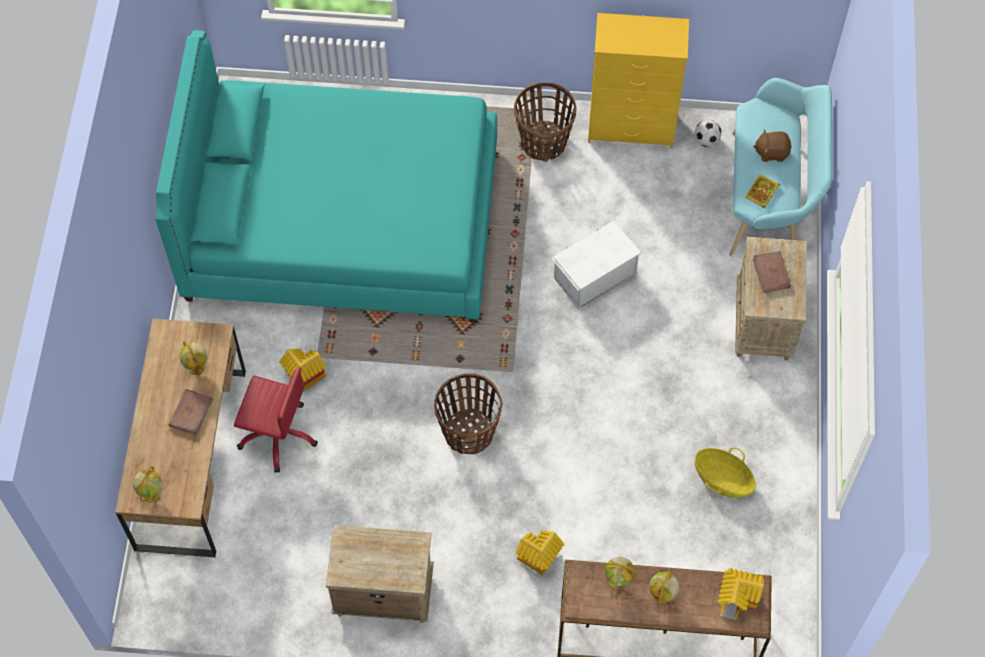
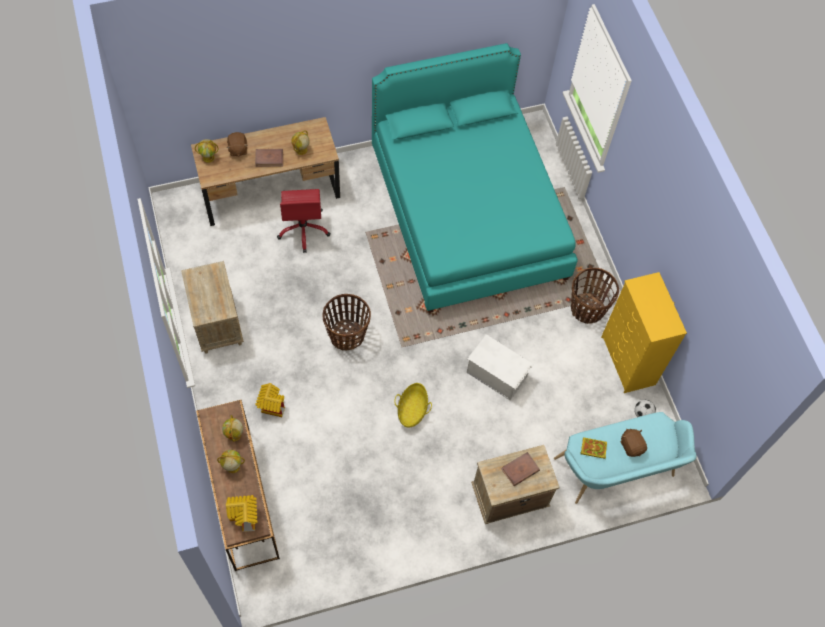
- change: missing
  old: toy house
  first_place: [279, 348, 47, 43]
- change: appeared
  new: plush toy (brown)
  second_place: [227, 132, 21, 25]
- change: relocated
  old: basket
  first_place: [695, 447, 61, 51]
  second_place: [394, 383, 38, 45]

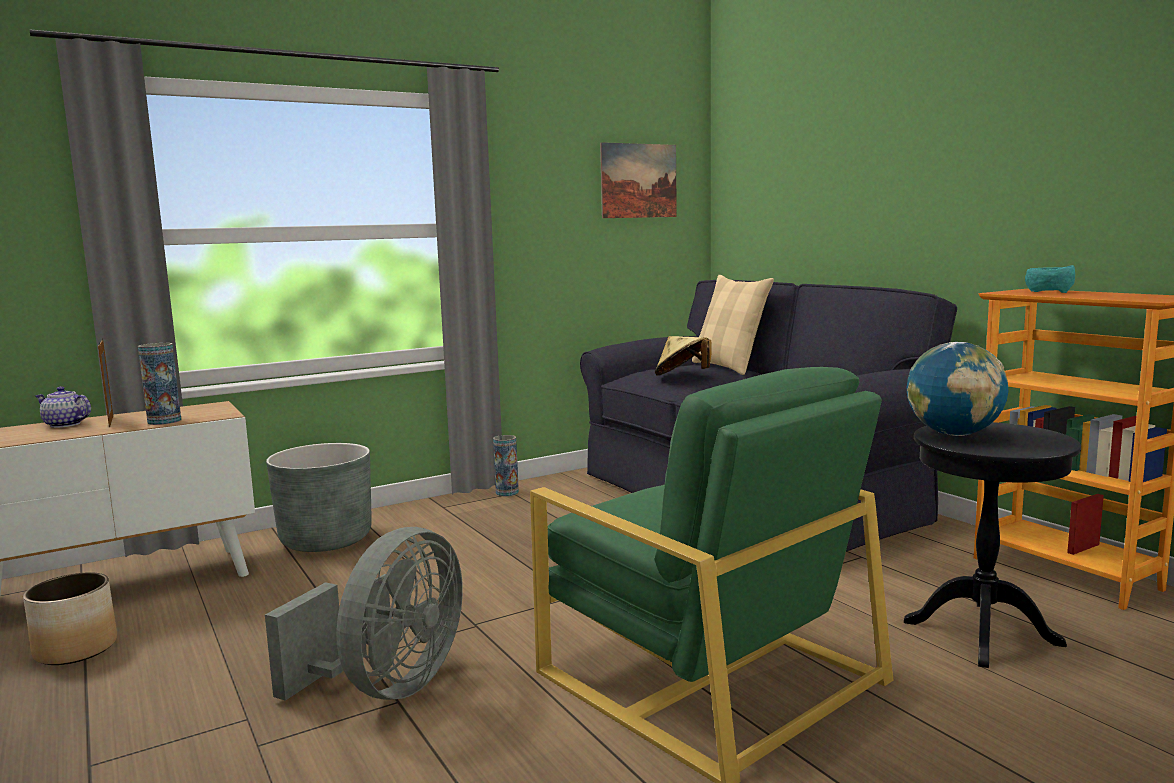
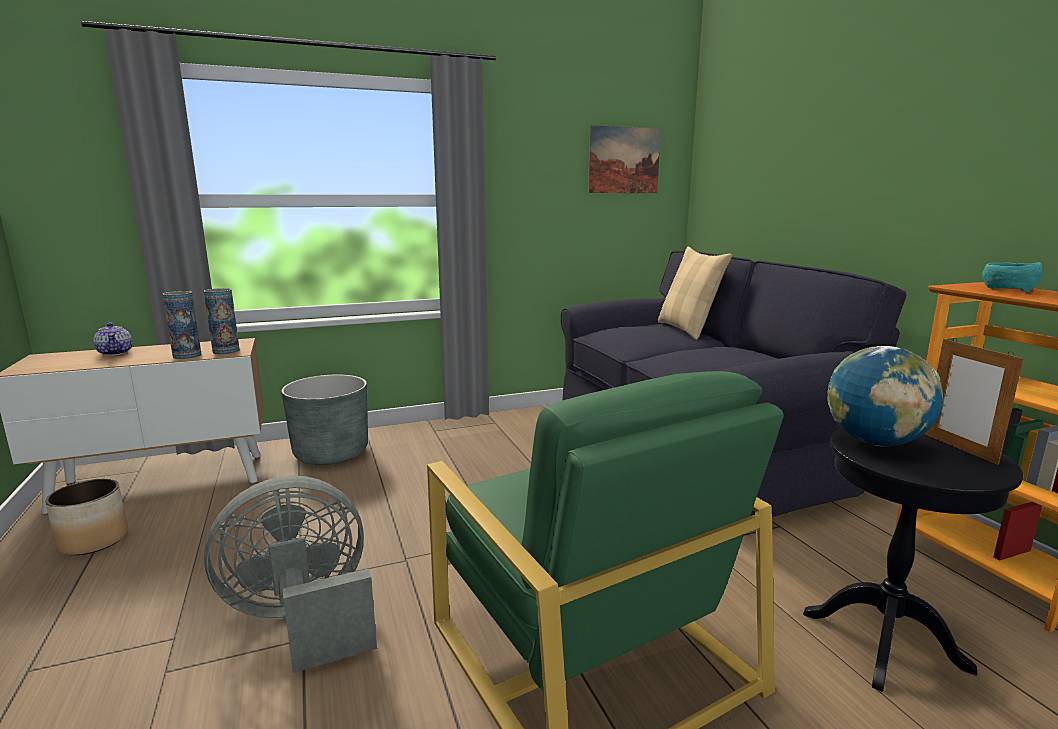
- change: missing
  old: hat (beige)
  first_place: [655, 336, 57, 39]
- change: relocated
  old: picture frame
  first_place: [98, 338, 15, 89]
  second_place: [925, 339, 99, 126]
- change: relocated
  old: vase
  first_place: [493, 435, 26, 61]
  second_place: [204, 288, 36, 66]
- change: spun
  old: teapot
  first_place: [35, 387, 56, 41]
  second_place: [93, 323, 40, 33]
  degrees: -150
- change: spun
  old: fan (grey)
  first_place: [265, 527, 198, 174]
  second_place: [204, 476, 173, 197]
  degrees: -150

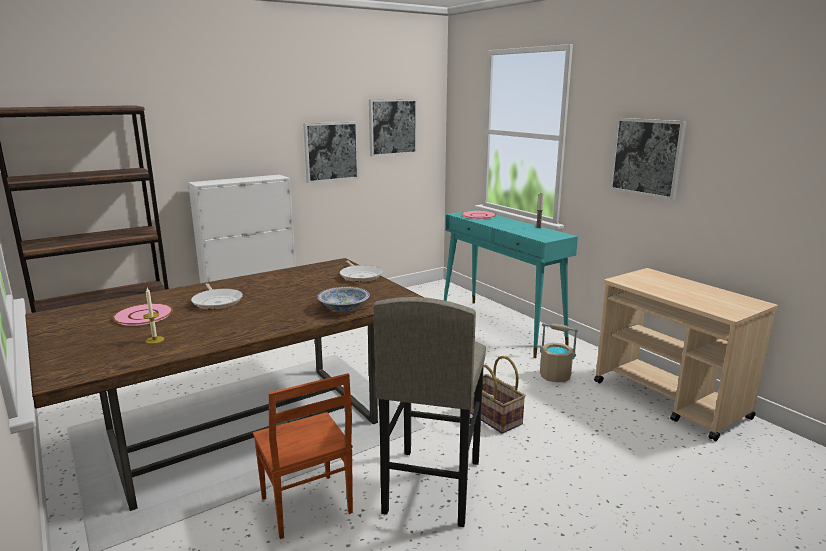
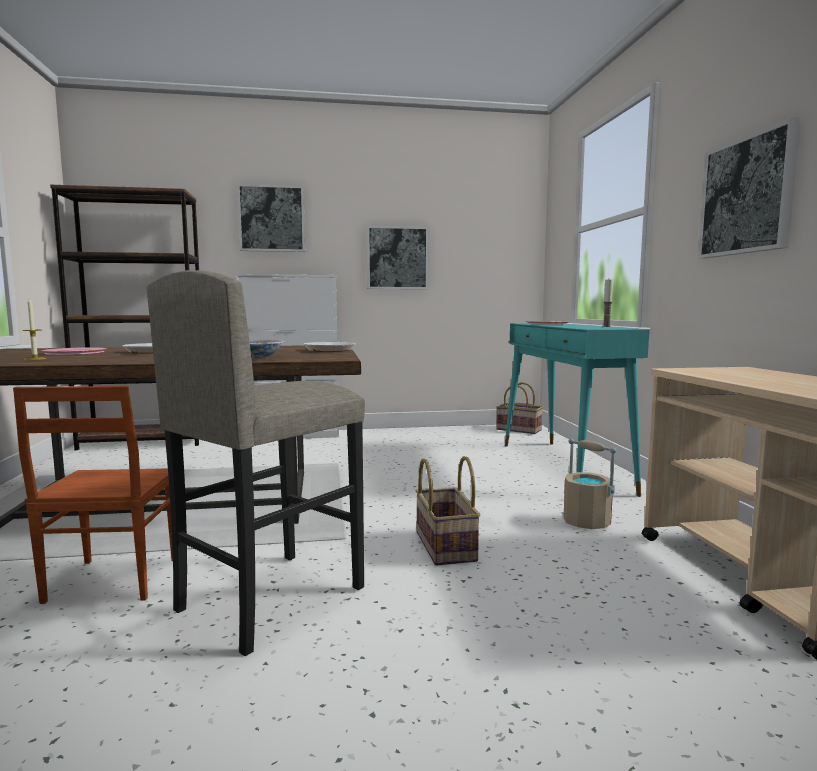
- change: appeared
  new: basket
  second_place: [496, 382, 47, 52]
- change: relocated
  old: picture
  first_place: [369, 99, 48, 57]
  second_place: [237, 184, 68, 68]

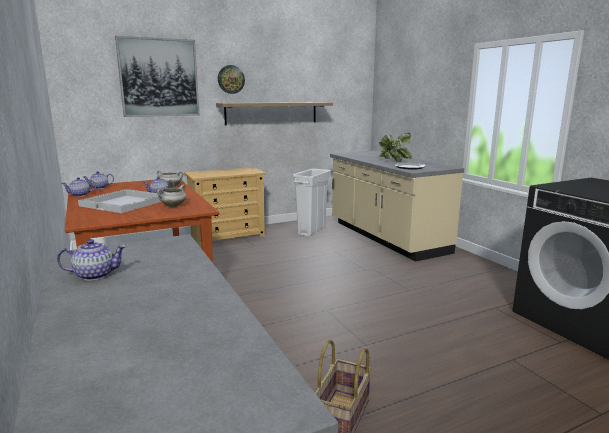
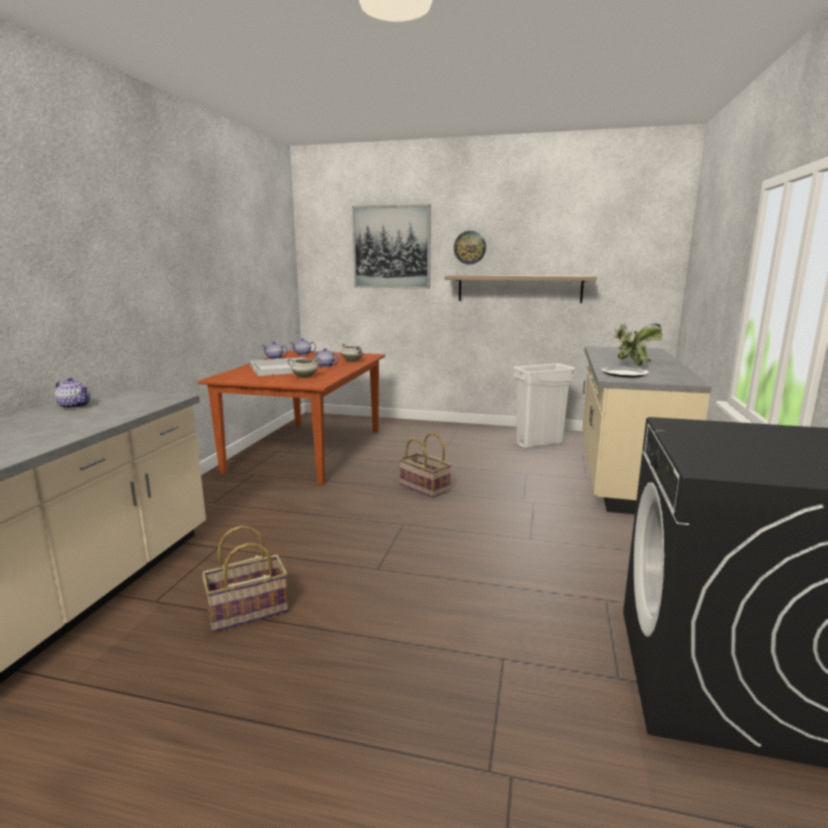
- change: missing
  old: dresser (beige)
  first_place: [184, 167, 82, 79]
- change: appeared
  new: basket
  second_place: [399, 433, 52, 65]

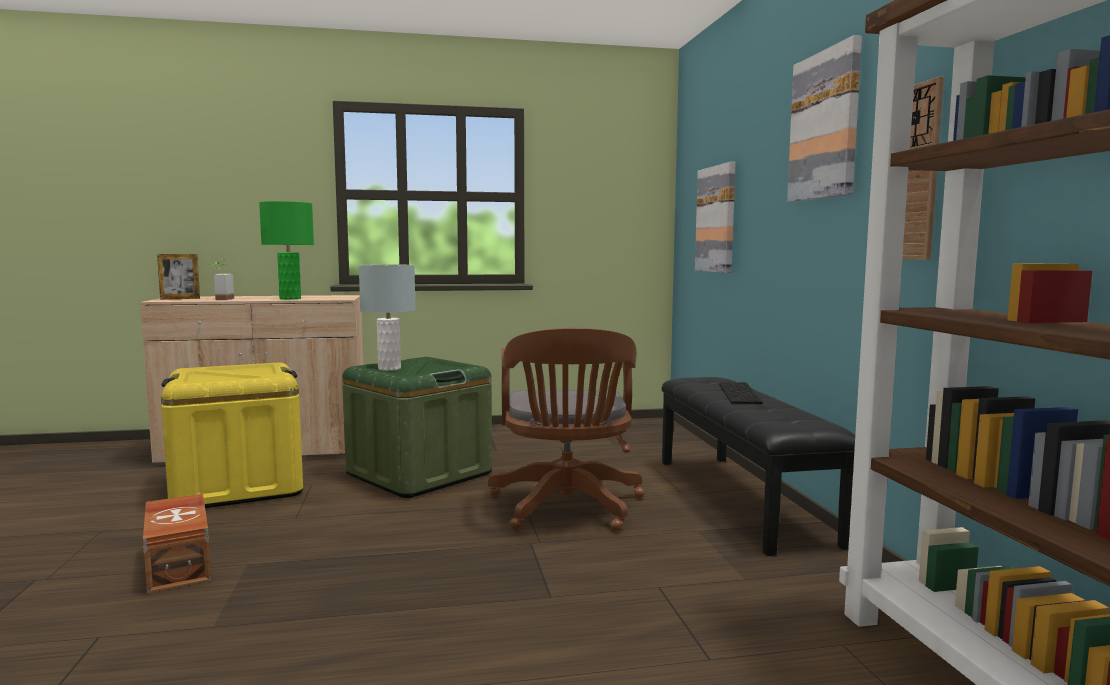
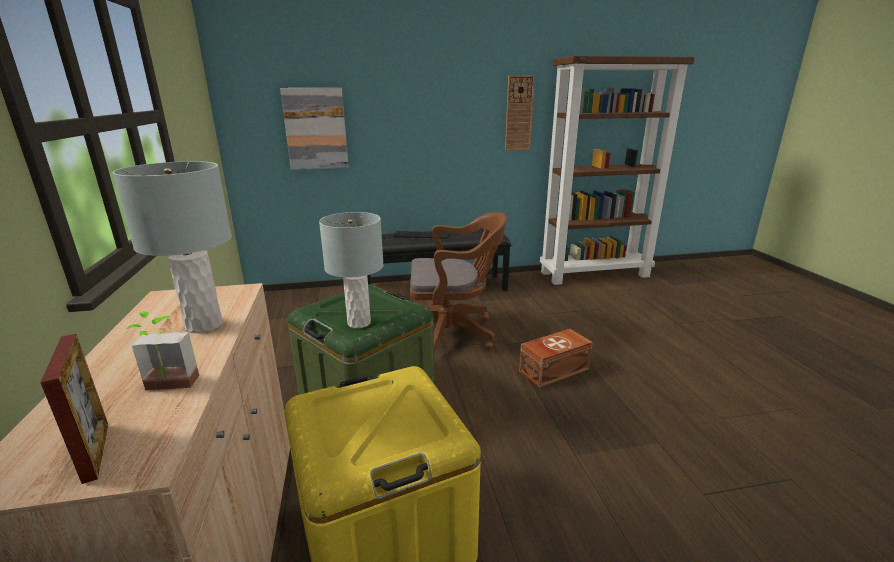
- change: missing
  old: picture
  first_place: [787, 35, 75, 167]
- change: relocated
  old: storage box (brown)
  first_place: [143, 494, 68, 100]
  second_place: [519, 329, 74, 59]
- change: colour
  old: table lamp (green)
  new: table lamp (grey)
  first_place: [259, 201, 55, 98]
  second_place: [113, 161, 119, 172]

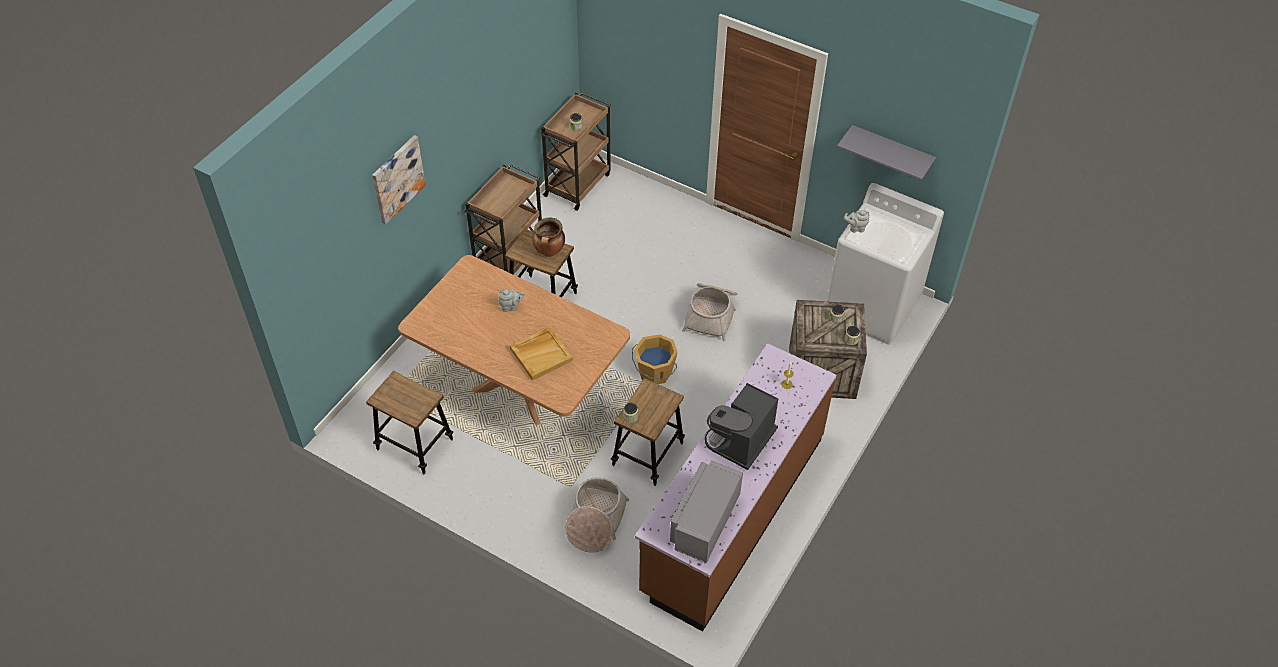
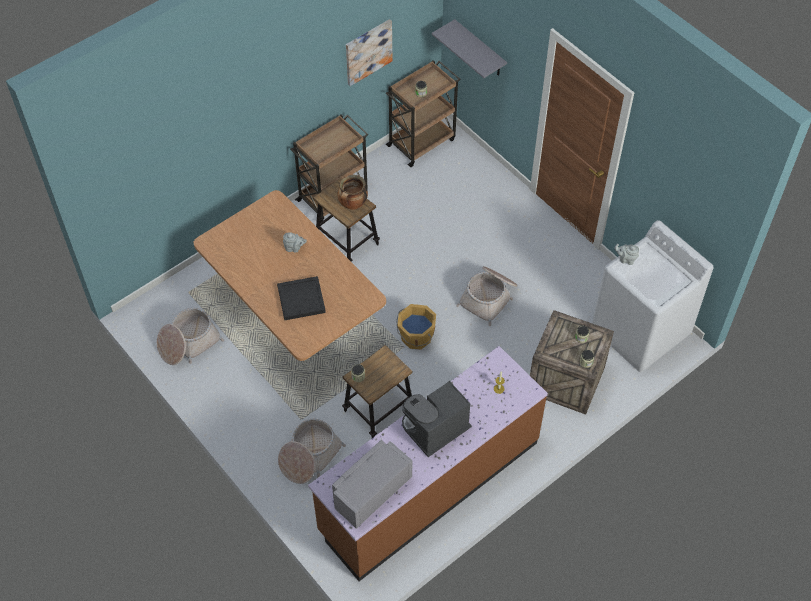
- change: relocated
  old: picture
  first_place: [372, 135, 54, 89]
  second_place: [346, 19, 47, 67]
- change: relocated
  old: shelf (grey)
  first_place: [837, 125, 99, 55]
  second_place: [432, 19, 75, 59]
- change: exchanged
  old: stool
  new: basket
  first_place: [366, 371, 87, 104]
  second_place: [157, 308, 67, 57]
- change: colour
  old: tray (beige)
  new: tray (black)
  first_place: [510, 327, 63, 53]
  second_place: [277, 276, 49, 45]

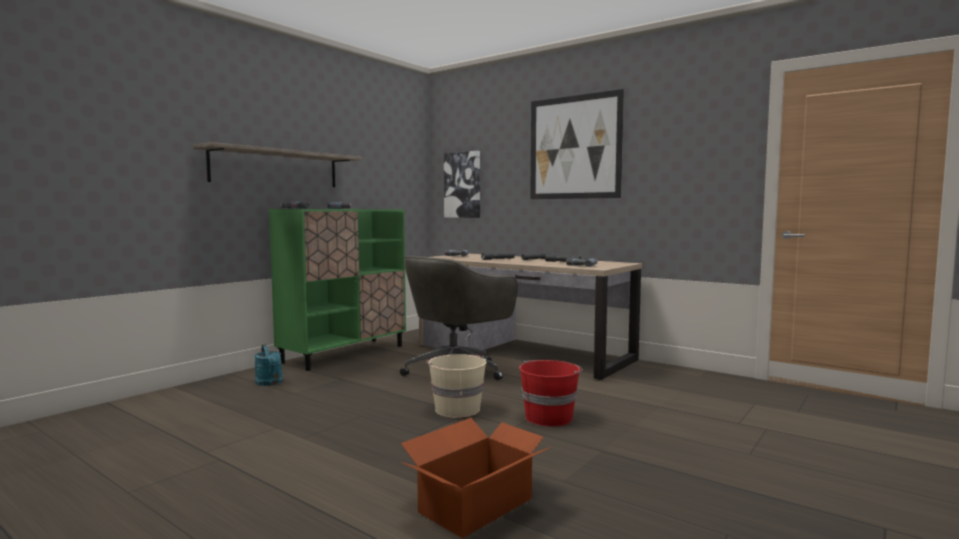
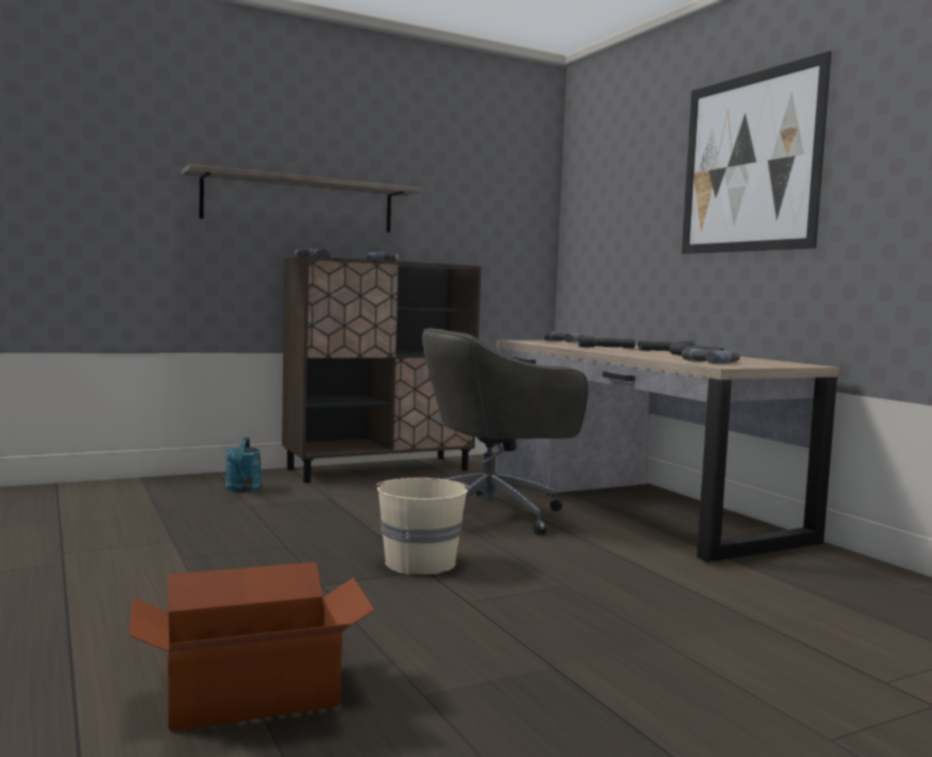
- change: missing
  old: picture
  first_place: [444, 151, 36, 67]
- change: missing
  old: bucket (red)
  first_place: [519, 360, 64, 67]
- change: colour
  old: cabinet (green)
  new: cabinet (brown)
  first_place: [269, 209, 137, 162]
  second_place: [282, 256, 199, 227]

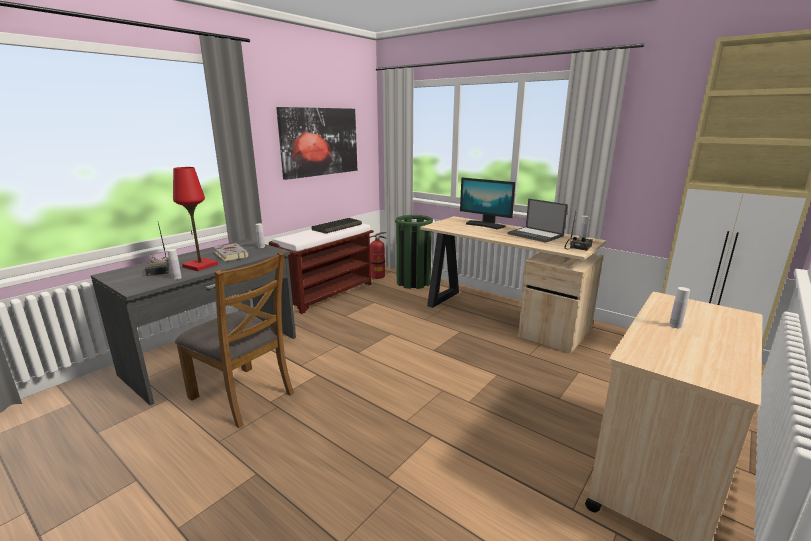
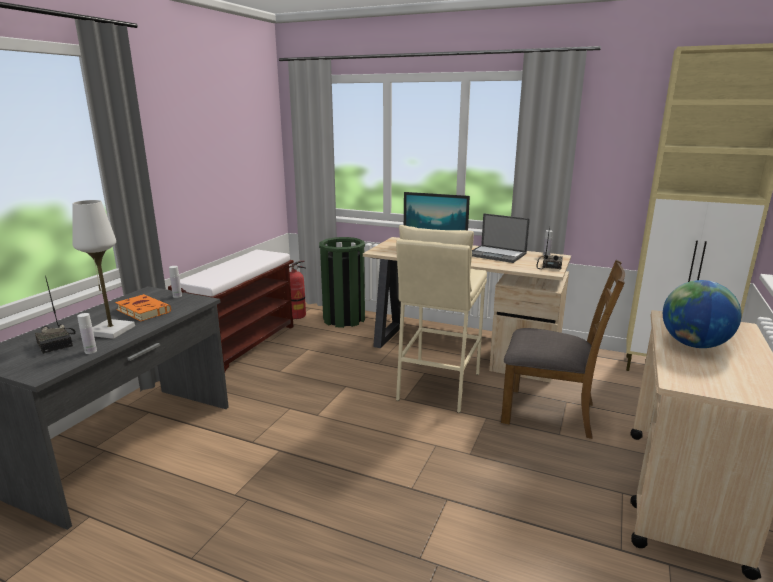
- change: missing
  old: picture
  first_place: [276, 107, 81, 73]
- change: missing
  old: keyboard
  first_place: [312, 218, 50, 15]
- change: appeared
  new: stool (beige)
  second_place: [396, 225, 91, 188]
- change: relocated
  old: chair (brown)
  first_place: [175, 252, 119, 176]
  second_place: [501, 260, 124, 179]
- change: exchanged
  old: bottle (white)
  new: globe
  first_place: [669, 287, 21, 41]
  second_place: [663, 280, 79, 68]
- change: colour
  old: table lamp (red)
  new: table lamp (white)
  first_place: [173, 167, 45, 104]
  second_place: [72, 200, 63, 139]
- change: colour
  old: book (grey)
  new: book (orange)
  first_place: [214, 243, 35, 19]
  second_place: [115, 294, 56, 27]

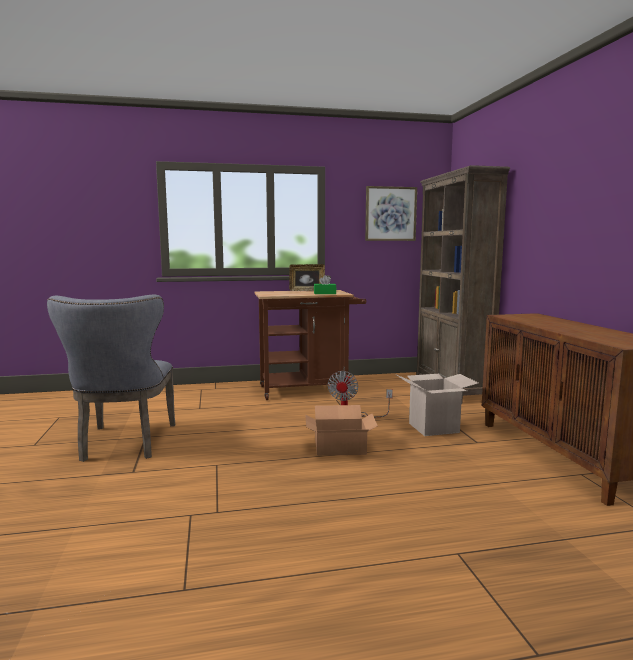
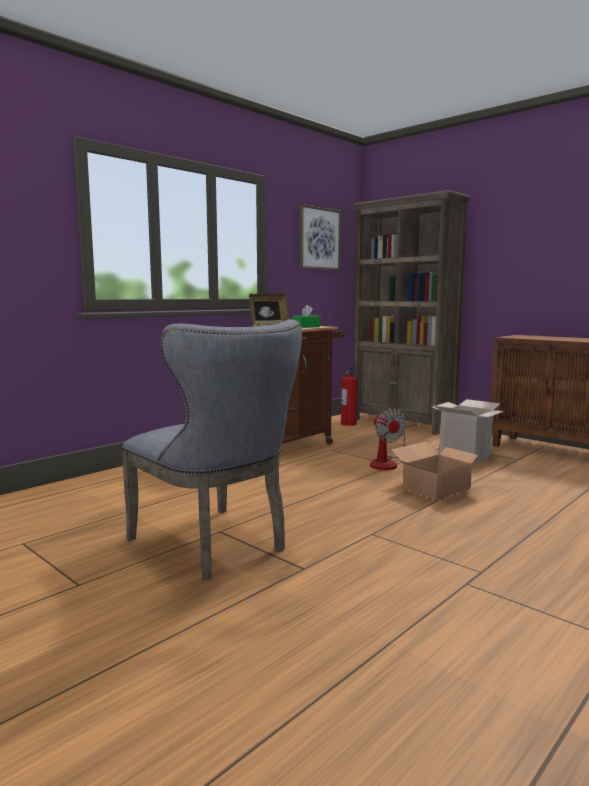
- change: appeared
  new: fire extinguisher
  second_place: [341, 368, 16, 58]

